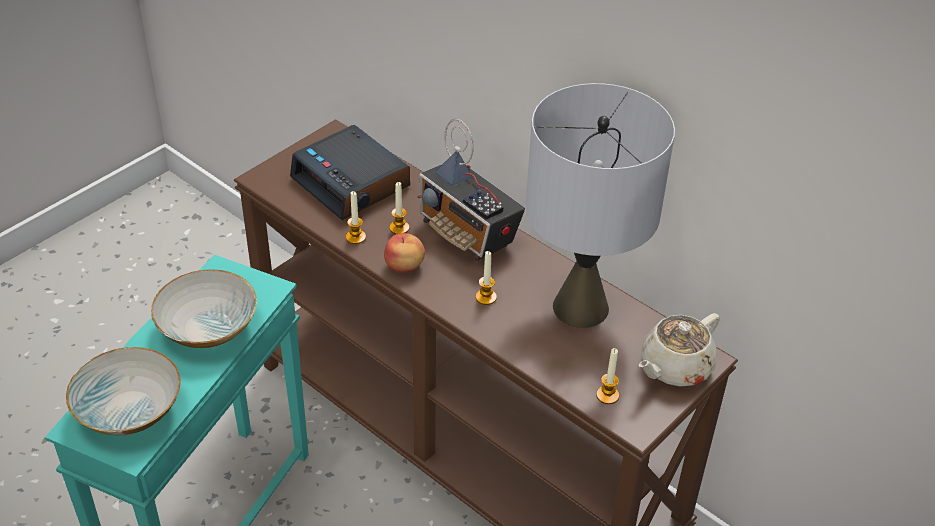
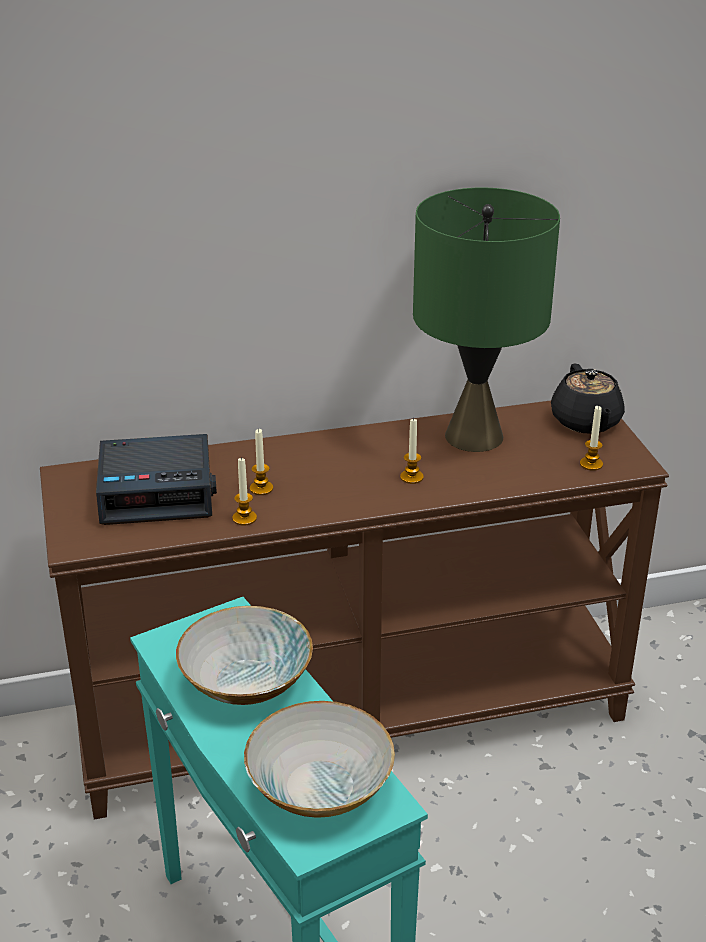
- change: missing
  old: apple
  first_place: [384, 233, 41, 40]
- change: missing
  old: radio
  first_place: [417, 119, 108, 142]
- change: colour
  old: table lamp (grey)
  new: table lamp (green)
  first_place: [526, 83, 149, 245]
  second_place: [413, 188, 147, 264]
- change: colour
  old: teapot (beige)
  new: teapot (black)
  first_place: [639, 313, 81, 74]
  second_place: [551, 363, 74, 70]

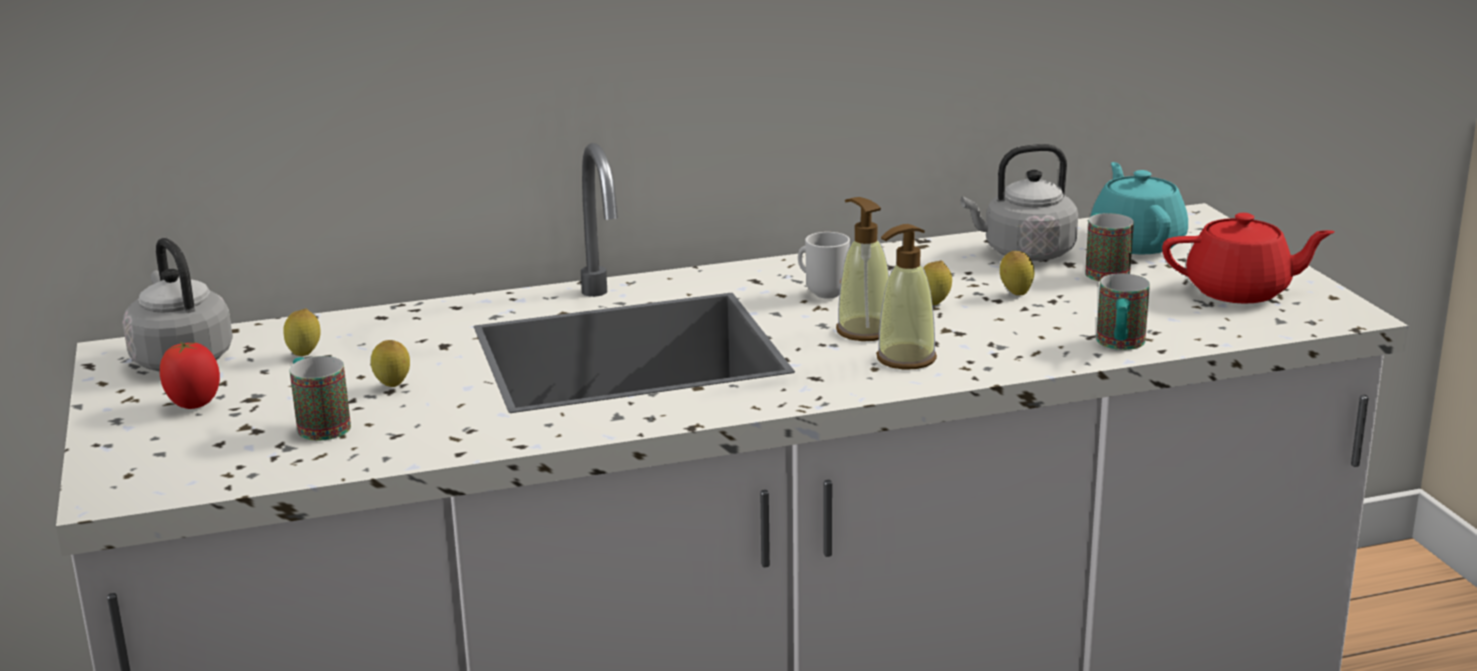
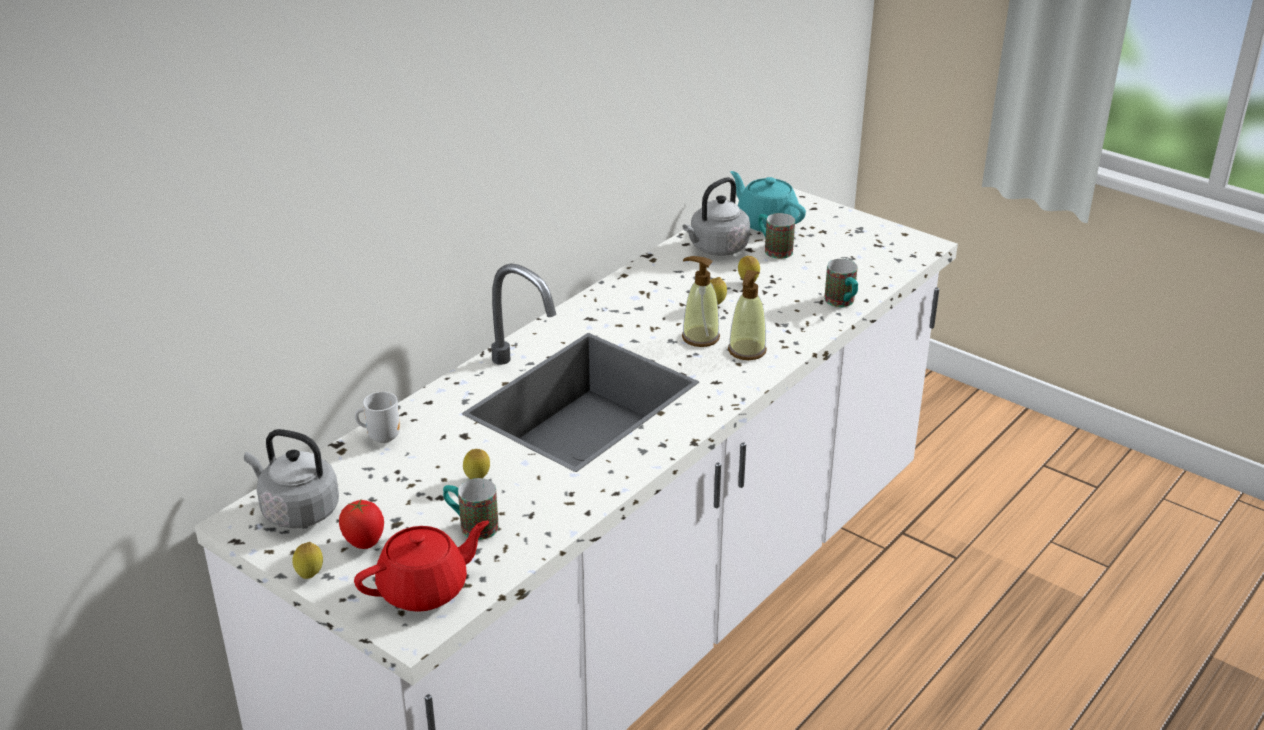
- change: relocated
  old: lemon
  first_place: [283, 309, 38, 47]
  second_place: [292, 542, 31, 37]
- change: relocated
  old: mug
  first_place: [798, 232, 52, 67]
  second_place: [355, 392, 45, 51]
- change: relocated
  old: teapot (red)
  first_place: [1162, 213, 173, 91]
  second_place: [354, 520, 135, 92]

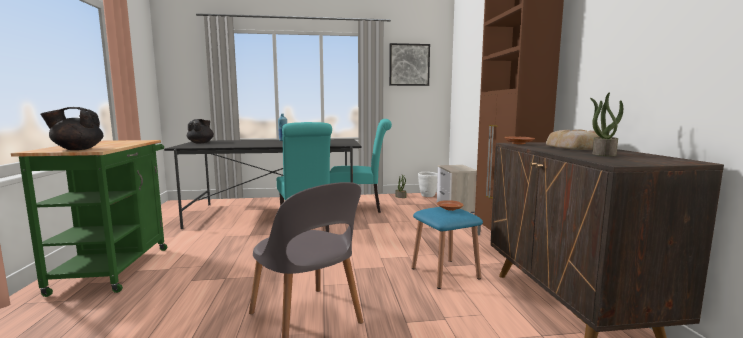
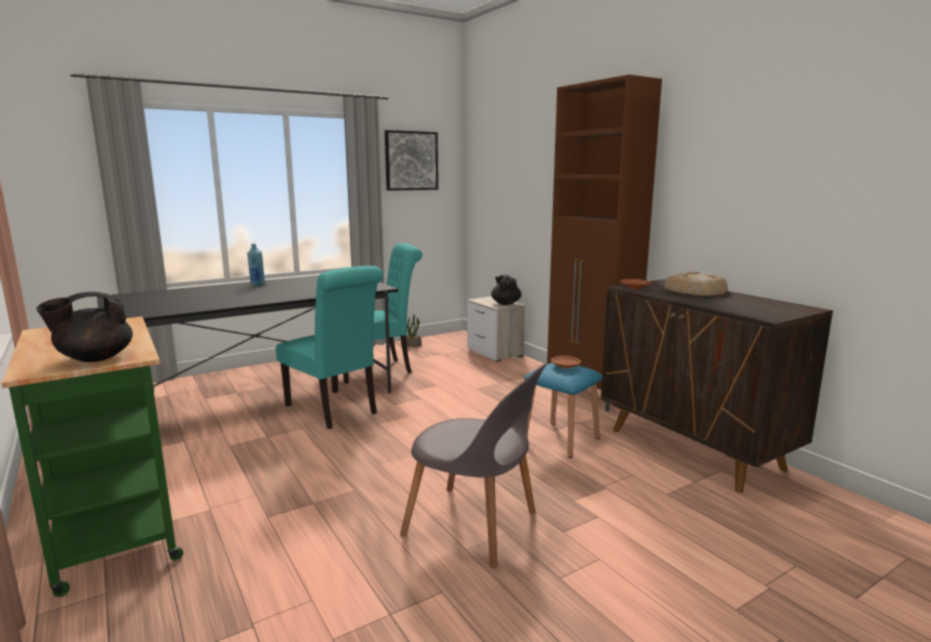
- change: missing
  old: planter (white)
  first_place: [418, 172, 20, 25]
- change: missing
  old: potted plant
  first_place: [590, 92, 33, 64]
- change: relocated
  old: teapot (black)
  first_place: [187, 119, 27, 25]
  second_place: [491, 275, 31, 30]

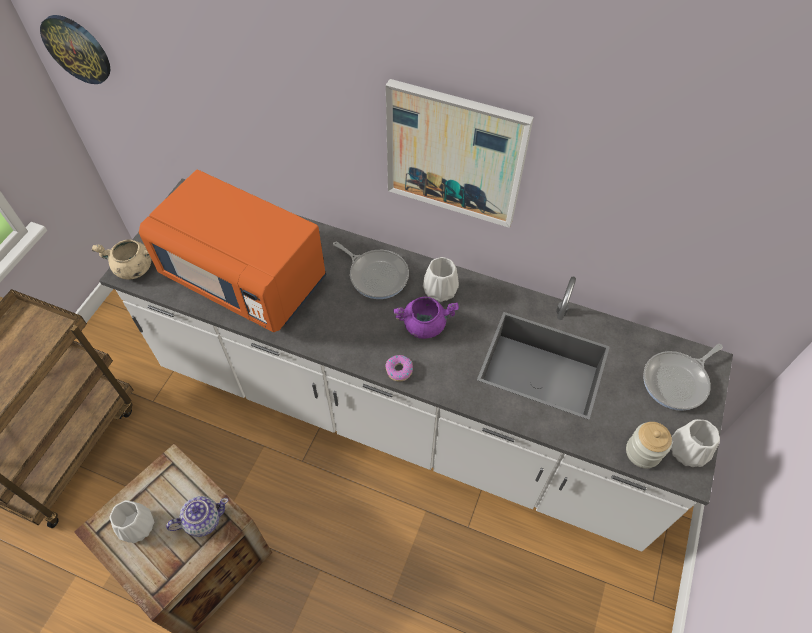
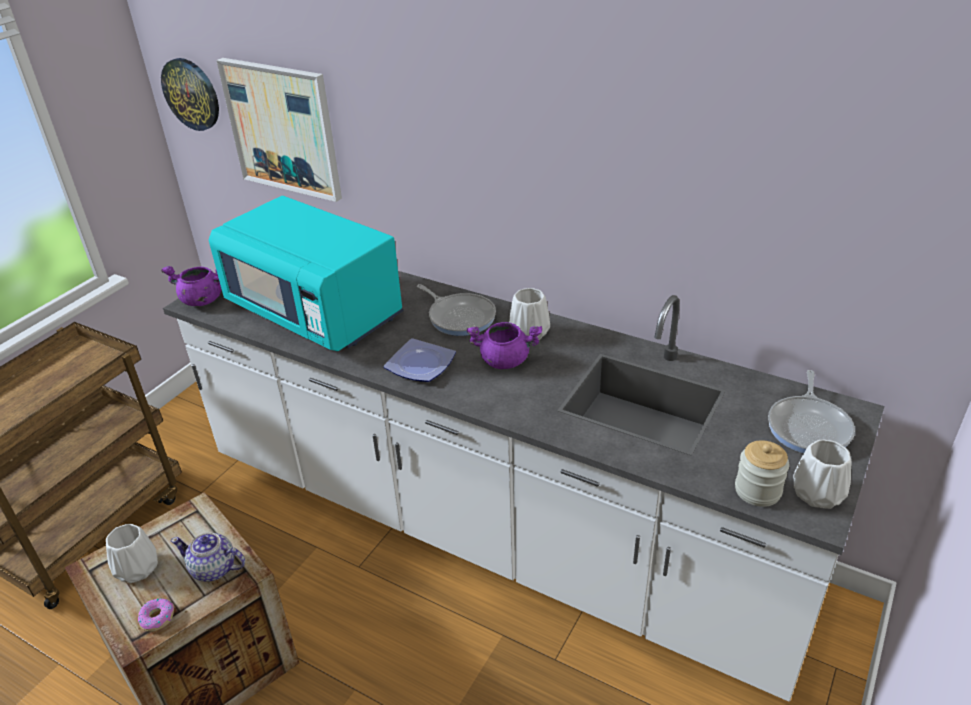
- change: appeared
  new: plate
  second_place: [383, 338, 73, 44]
- change: relocated
  old: donut
  first_place: [385, 355, 28, 27]
  second_place: [138, 598, 36, 34]
- change: relocated
  old: picture
  first_place: [386, 79, 148, 149]
  second_place: [216, 58, 126, 144]
- change: colour
  old: cooking pot (beige)
  new: cooking pot (purple)
  first_place: [92, 239, 59, 41]
  second_place: [161, 266, 61, 40]
- change: colour
  old: microwave (orange)
  new: microwave (turquoise)
  first_place: [139, 170, 188, 162]
  second_place: [208, 196, 196, 155]
- change: spun
  old: teapot
  first_place: [166, 496, 62, 41]
  second_place: [170, 533, 75, 49]
  degrees: -150
- change: spun
  old: frying pan
  first_place: [643, 344, 80, 67]
  second_place: [768, 370, 87, 83]
  degrees: -45

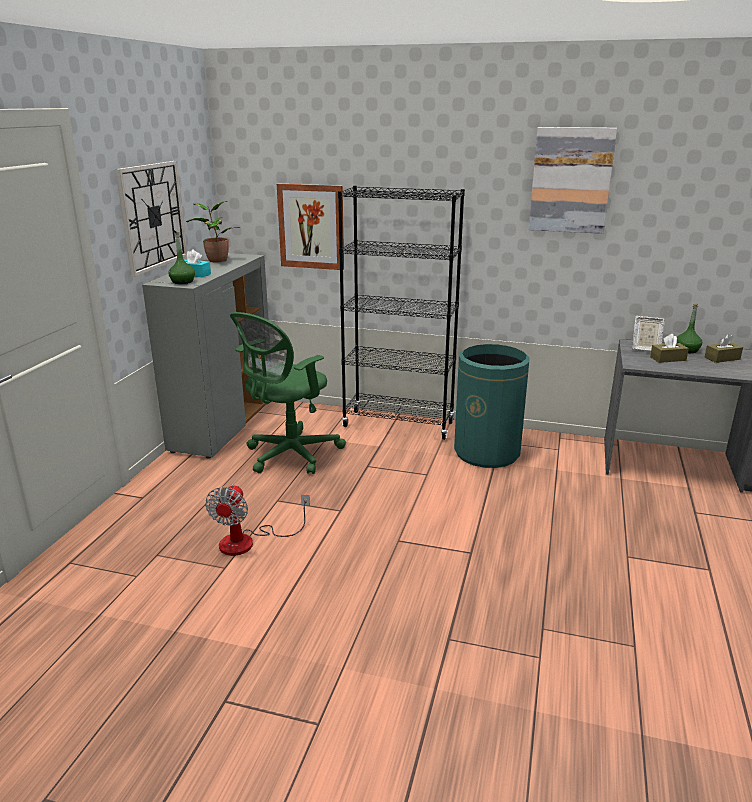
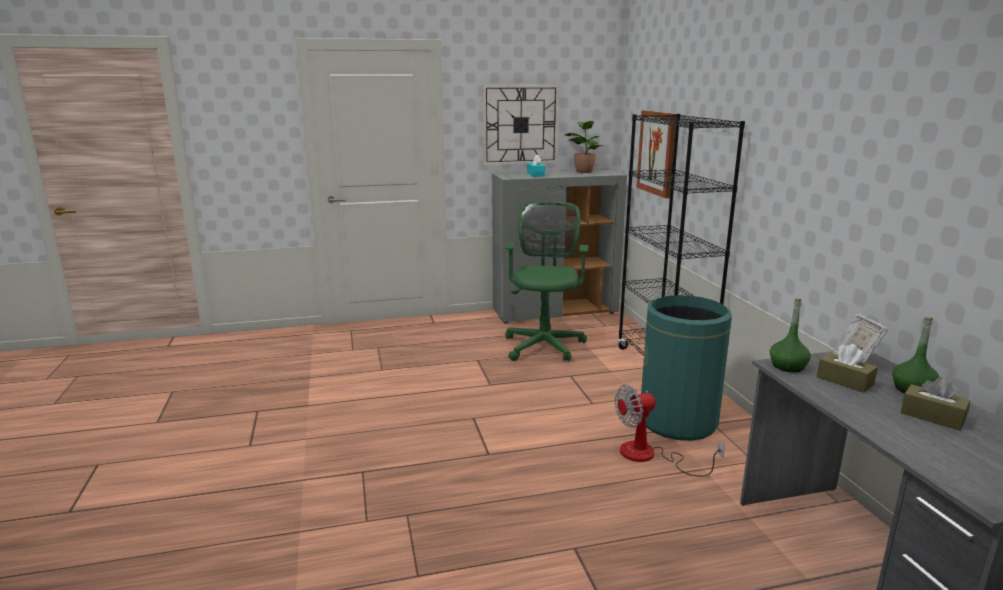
- change: missing
  old: picture
  first_place: [529, 127, 88, 107]
- change: relocated
  old: bottle (green)
  first_place: [168, 232, 27, 52]
  second_place: [770, 299, 41, 73]
- change: relocated
  old: fan
  first_place: [205, 484, 105, 72]
  second_place: [615, 384, 110, 93]
- change: spun
  old: office chair (green)
  first_place: [230, 312, 116, 162]
  second_place: [505, 201, 83, 160]
  degrees: 90

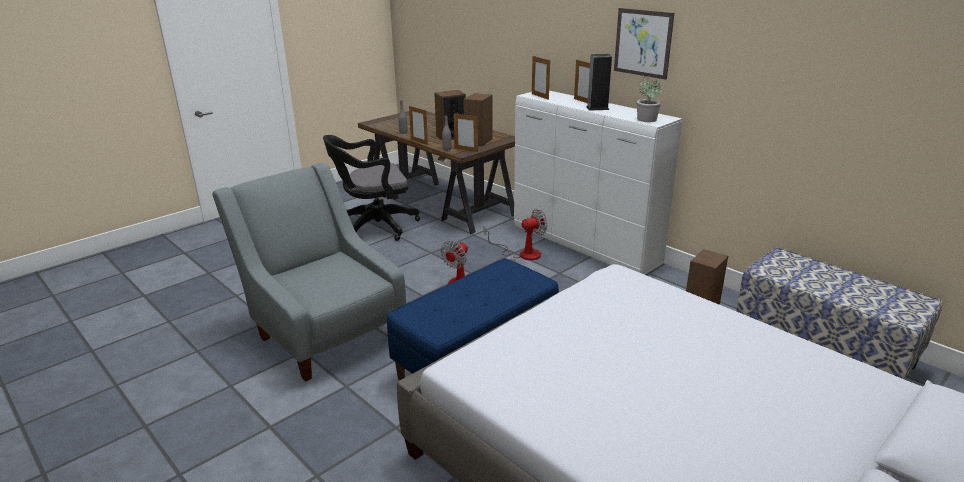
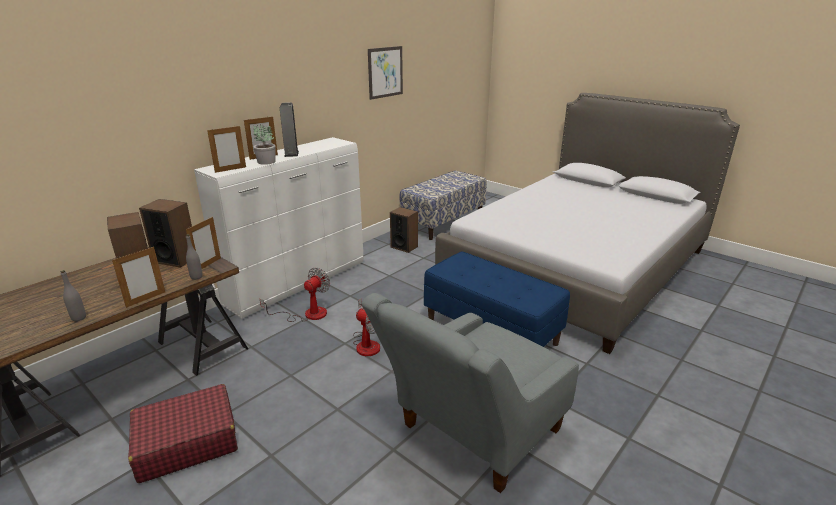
- change: relocated
  old: picture
  first_place: [614, 8, 60, 72]
  second_place: [368, 46, 35, 54]
- change: relocated
  old: potted plant
  first_place: [637, 77, 25, 45]
  second_place: [253, 124, 23, 41]
- change: exchanged
  old: office chair (black)
  new: suitcase (red)
  first_place: [323, 135, 97, 106]
  second_place: [128, 384, 110, 99]
- change: spun
  old: fan
  first_place: [484, 209, 63, 51]
  second_place: [260, 267, 70, 55]
  degrees: 60

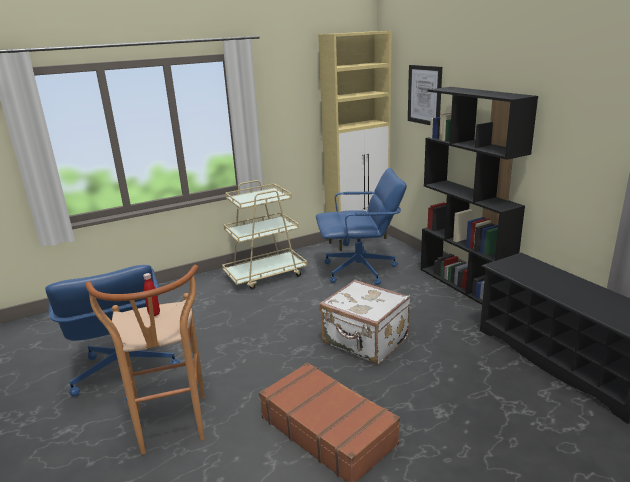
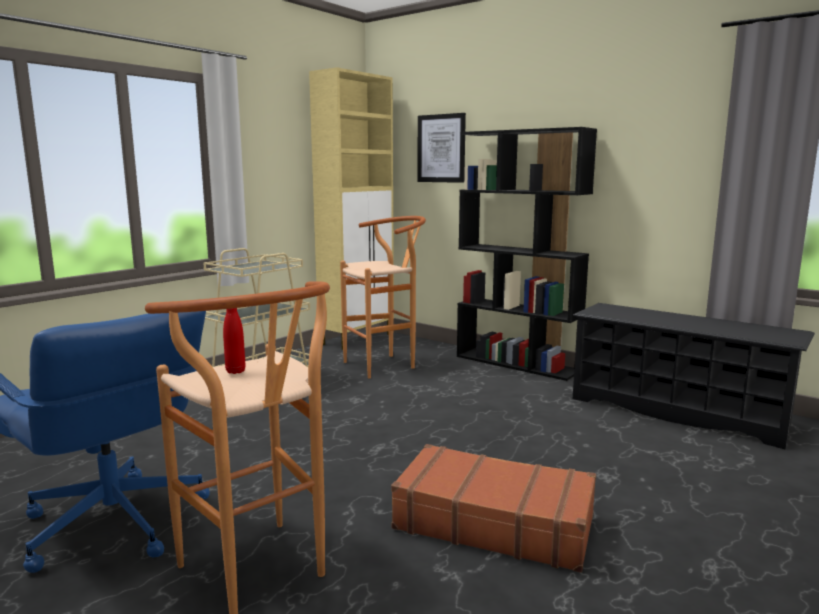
- change: missing
  old: suitcase (white)
  first_place: [319, 280, 91, 84]
- change: exchanged
  old: office chair (blue)
  new: stool (brown)
  first_place: [316, 168, 91, 117]
  second_place: [340, 216, 86, 162]

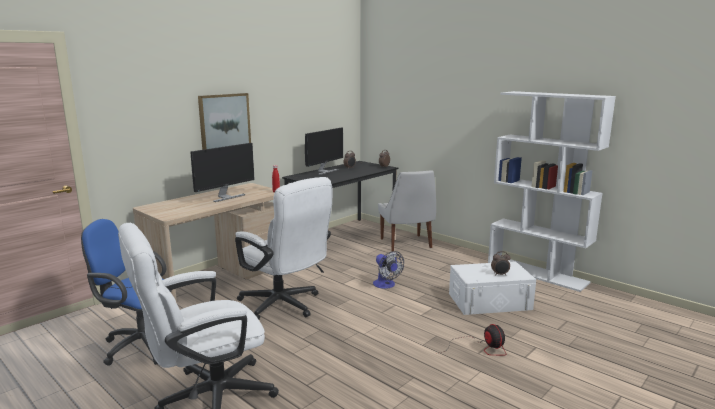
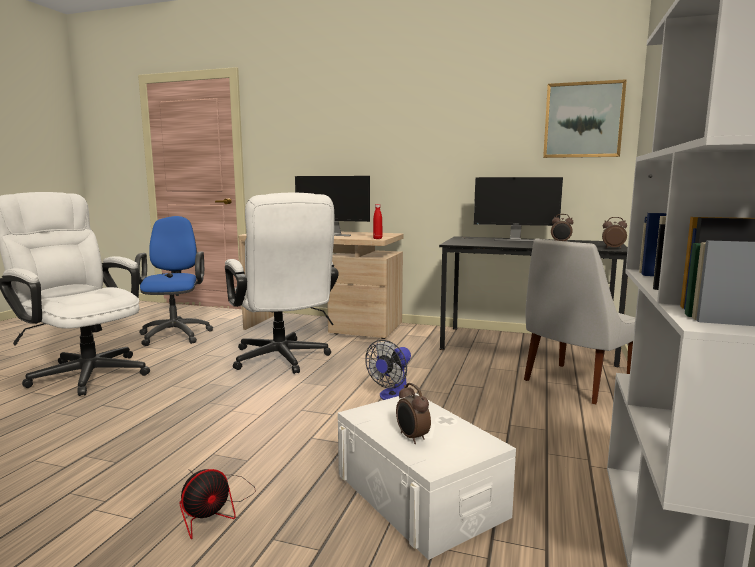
- change: relocated
  old: picture
  first_place: [198, 93, 53, 57]
  second_place: [543, 79, 84, 79]
- change: spun
  old: office chair (white)
  first_place: [235, 177, 97, 142]
  second_place: [225, 193, 114, 181]
  degrees: -45

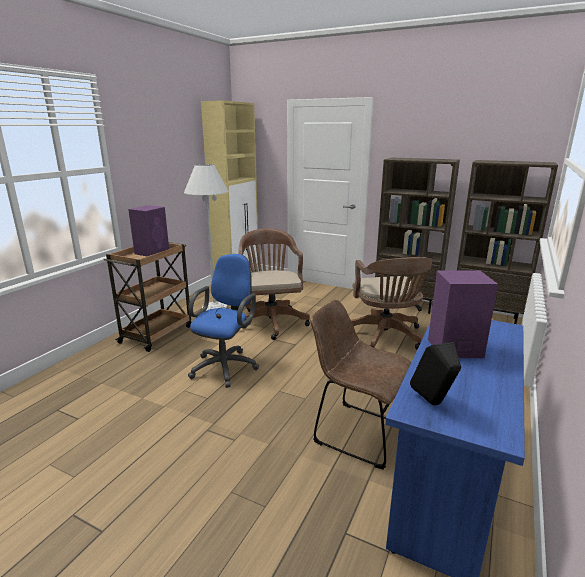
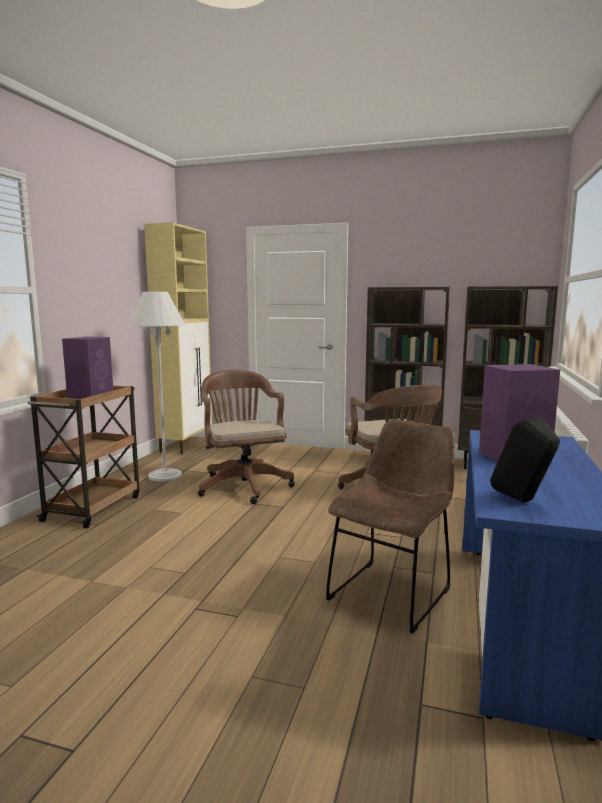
- change: missing
  old: office chair (blue)
  first_place: [188, 254, 71, 134]
- change: spun
  old: chair (brown)
  first_place: [310, 300, 101, 170]
  second_place: [326, 419, 129, 214]
  degrees: 105

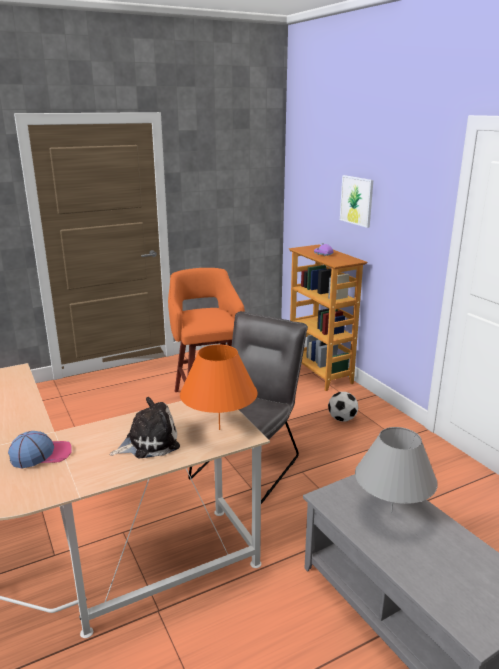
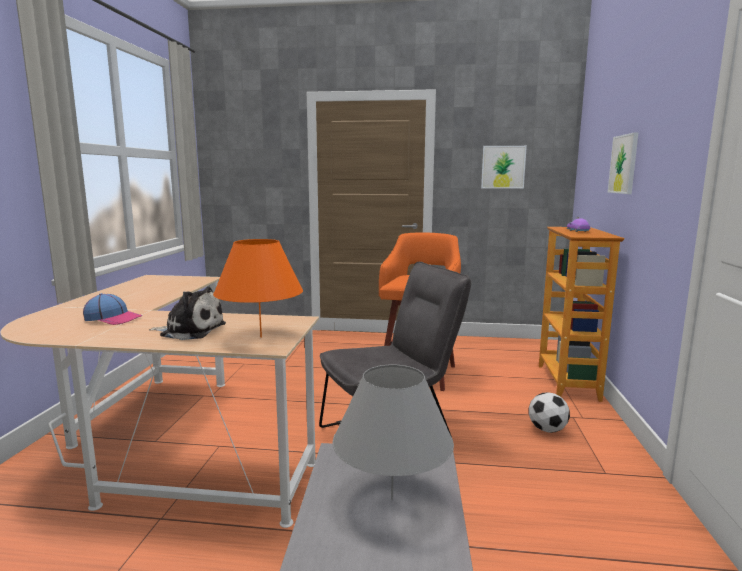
- change: appeared
  new: picture
  second_place: [481, 146, 46, 43]

